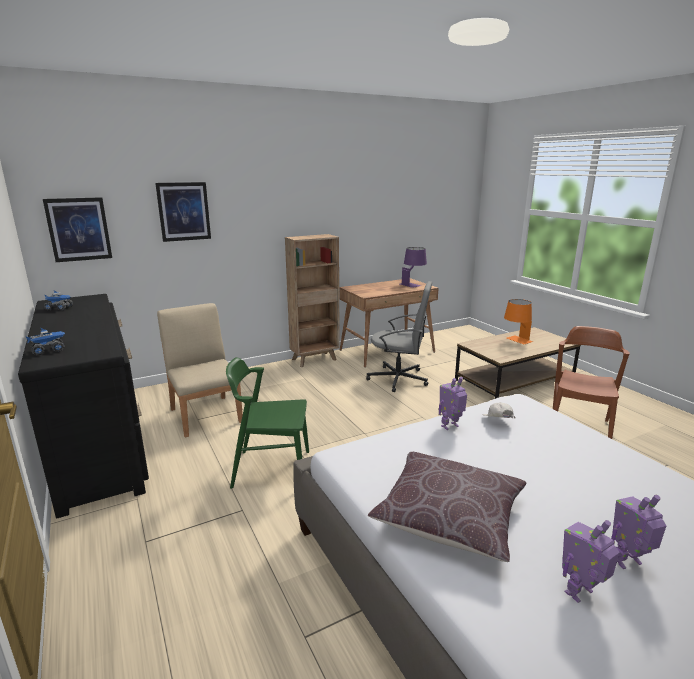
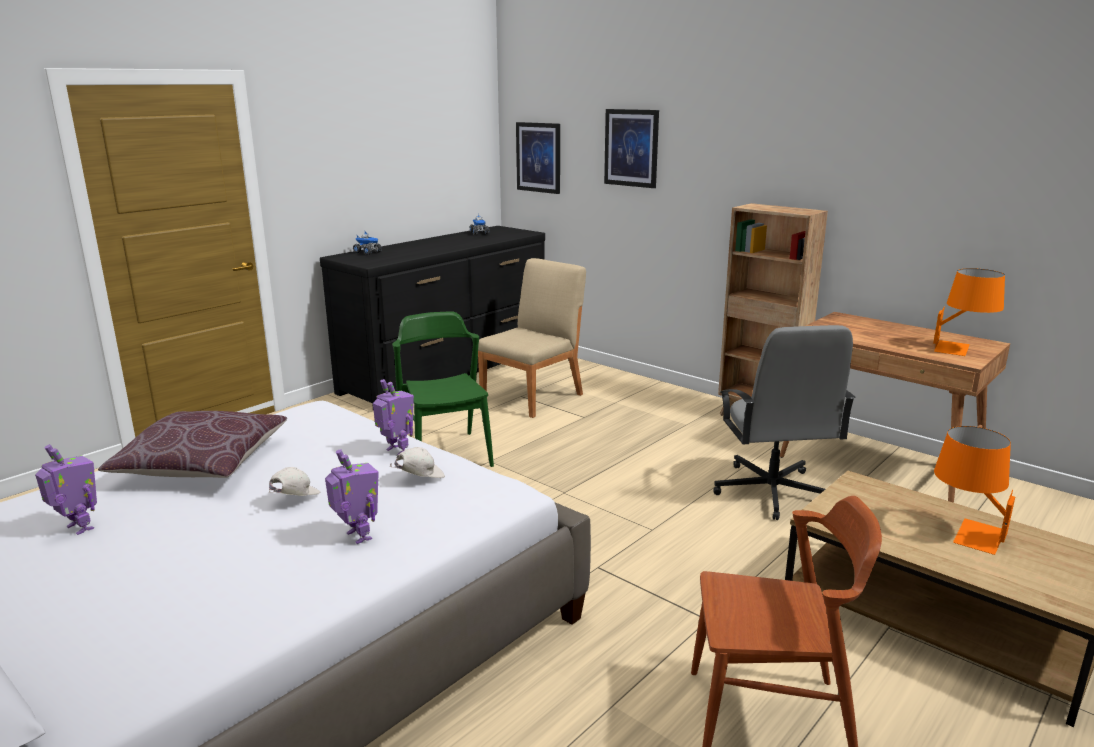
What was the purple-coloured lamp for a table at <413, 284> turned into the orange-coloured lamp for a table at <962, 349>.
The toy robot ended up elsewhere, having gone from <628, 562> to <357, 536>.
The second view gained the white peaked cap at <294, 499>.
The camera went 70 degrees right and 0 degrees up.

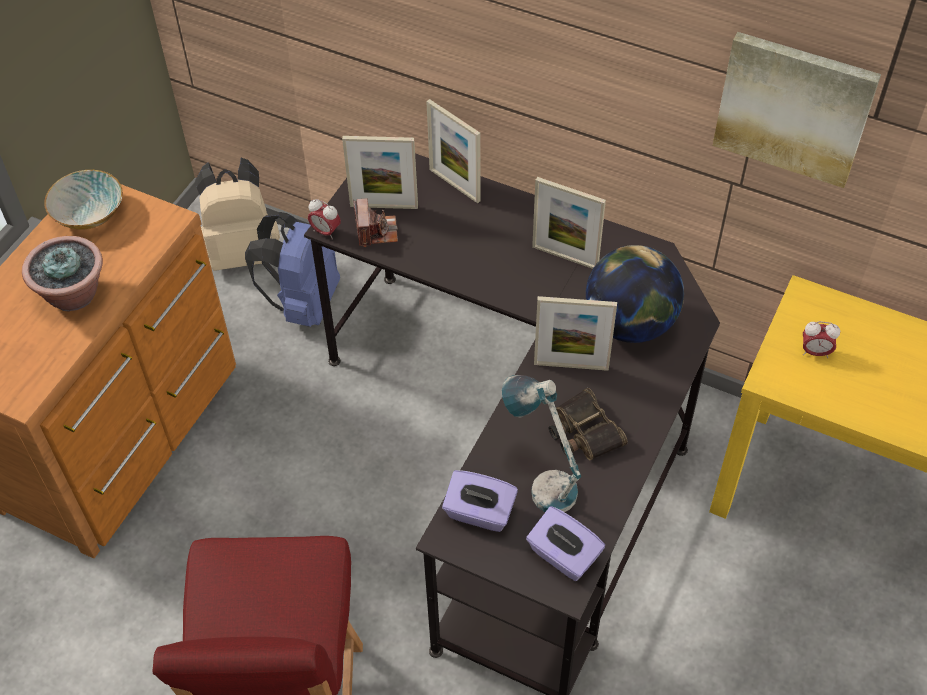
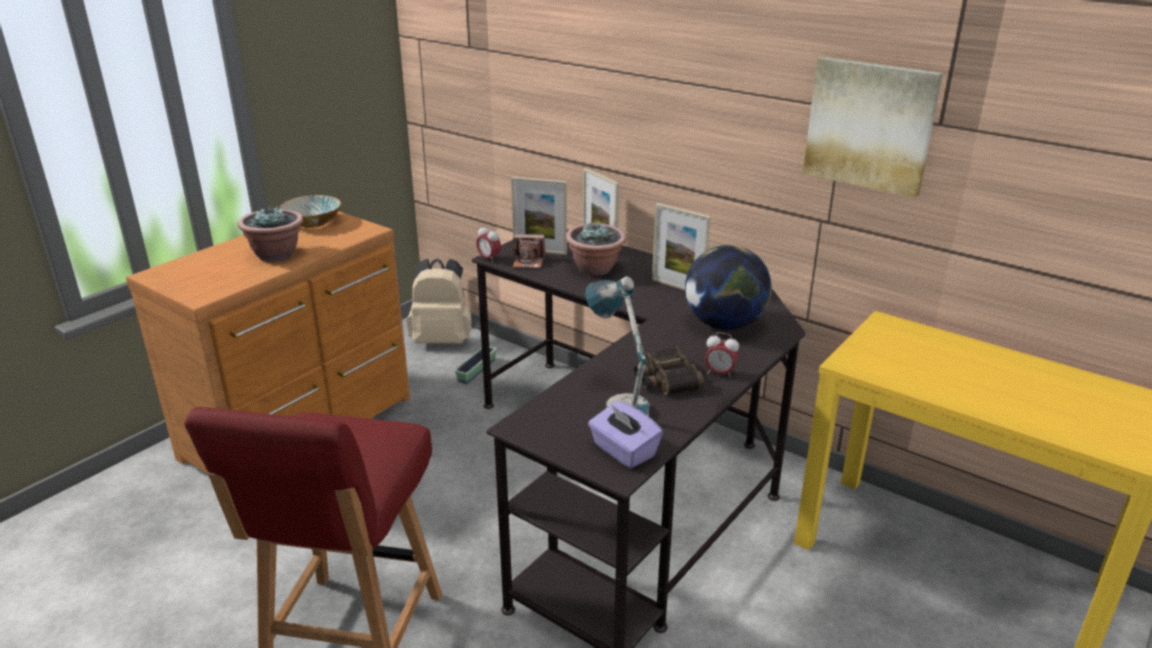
Where the blue-coloured rucksack stood at <302, 303>, the plant pot came to stand at <476, 371>.
The photo camera at <376, 231> ended up facing another way, 90 degrees clockwise from before.
The second view lost the purple-coloured tissue holder at <479, 513>.
The second view lost the standing frame at <571, 365>.
The alarm clock ended up elsewhere, having gone from <815, 352> to <719, 373>.
The second view gained the potted plant at <595, 269>.
The camera went 10 degrees right and 25 degrees down.

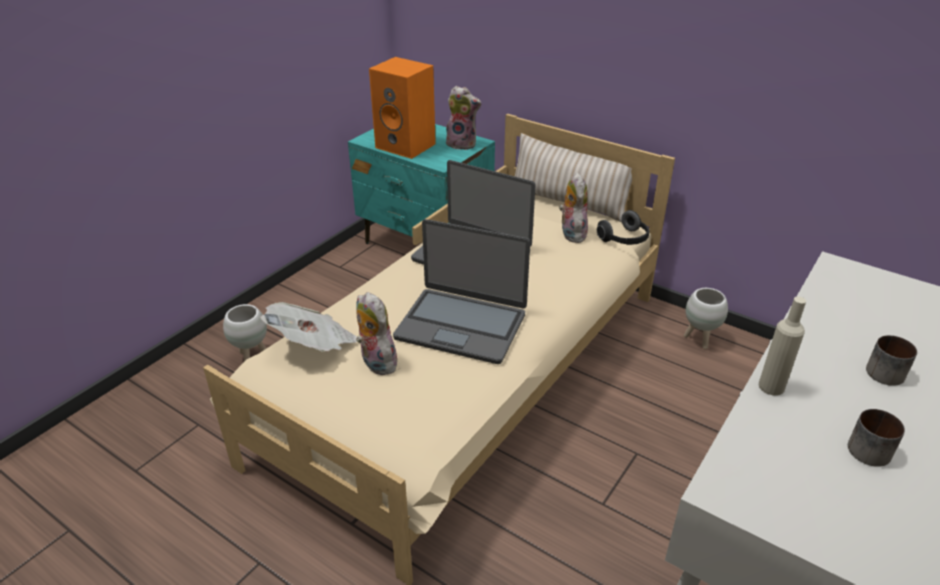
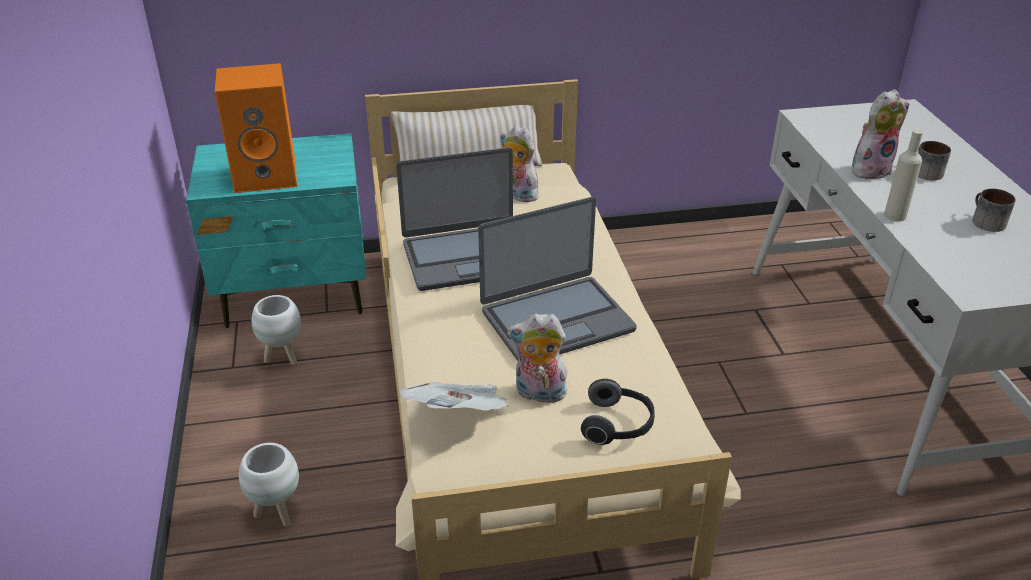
The soft toy ended up elsewhere, having gone from <462, 144> to <870, 169>.
The pair of headphones ended up elsewhere, having gone from <624, 240> to <618, 425>.
The white plant pot ended up elsewhere, having gone from <699, 340> to <283, 357>.
The camera went 45 degrees left and 0 degrees up.

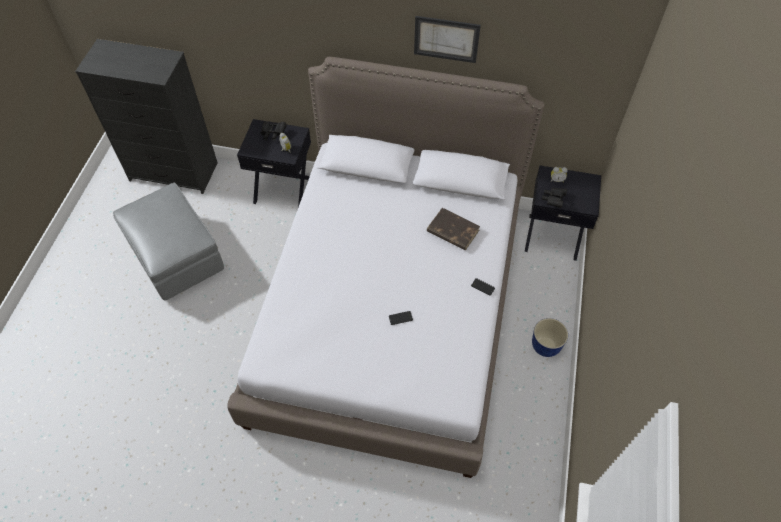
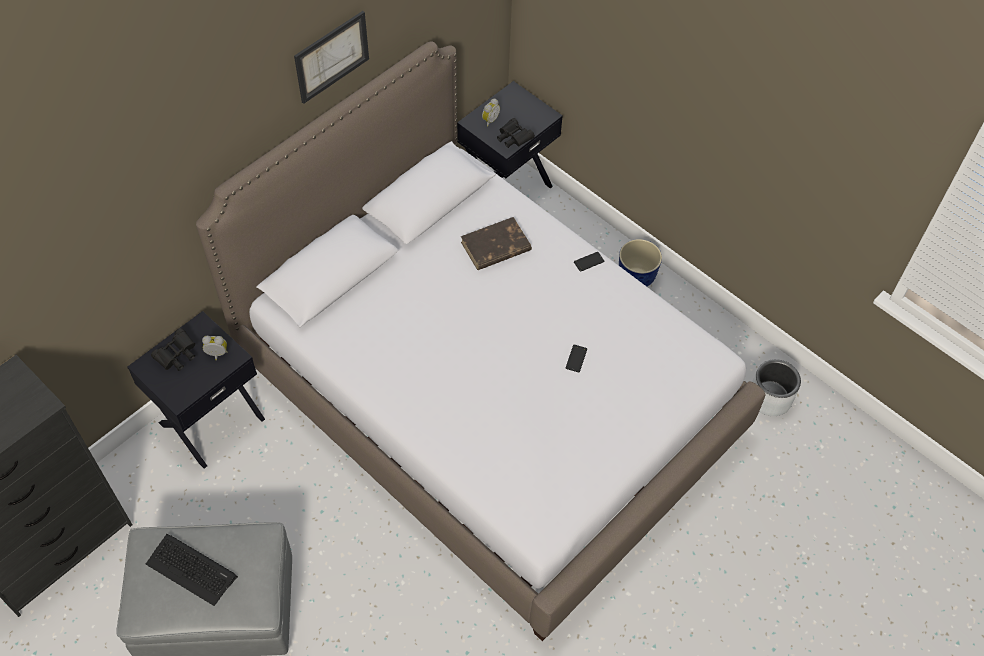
The second view gained the computer keyboard at <191, 569>.
The second view gained the greyish plant pot at <770, 398>.
The camera went 60 degrees left and 0 degrees up.

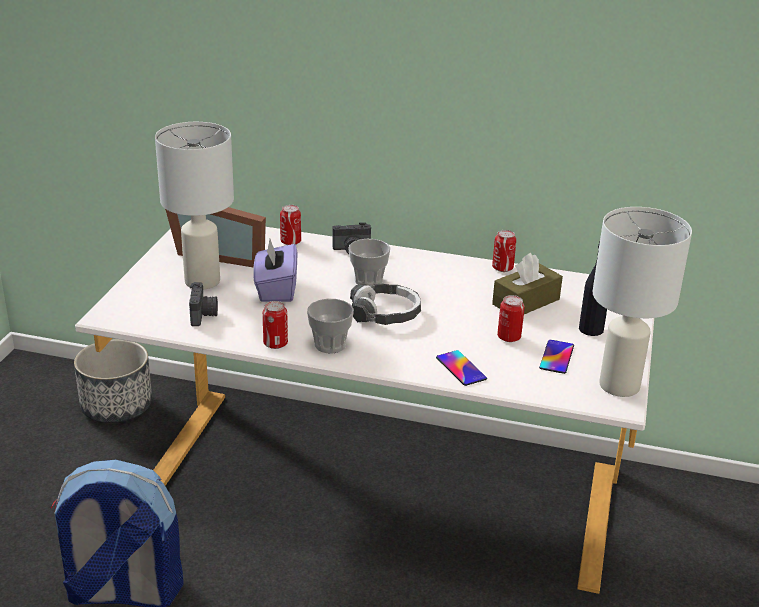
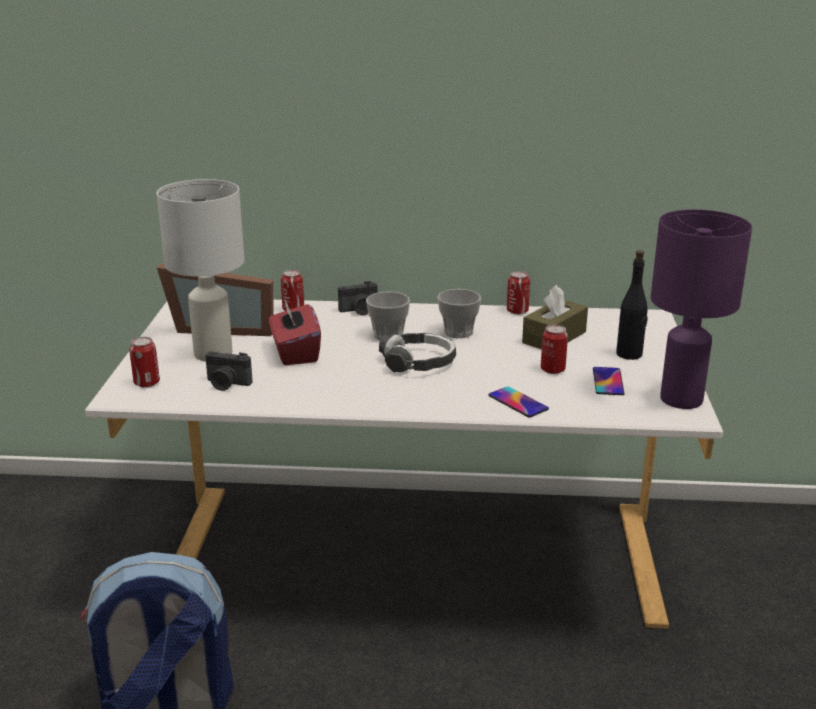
The second view lost the plant pot at <116, 406>.
The photo camera at <204, 315> ended up facing another way, 120 degrees clockwise from before.
What was the purple-coloured tissue holder at <276, 289> turned into the red tissue holder at <295, 353>.
The can ended up elsewhere, having gone from <275, 344> to <147, 383>.
The small cup ended up elsewhere, having gone from <330, 345> to <458, 332>.
What was the white lamp for a table at <618, 385> turned into the purple-coloured lamp for a table at <680, 399>.
The camera went 10 degrees left and 5 degrees down.

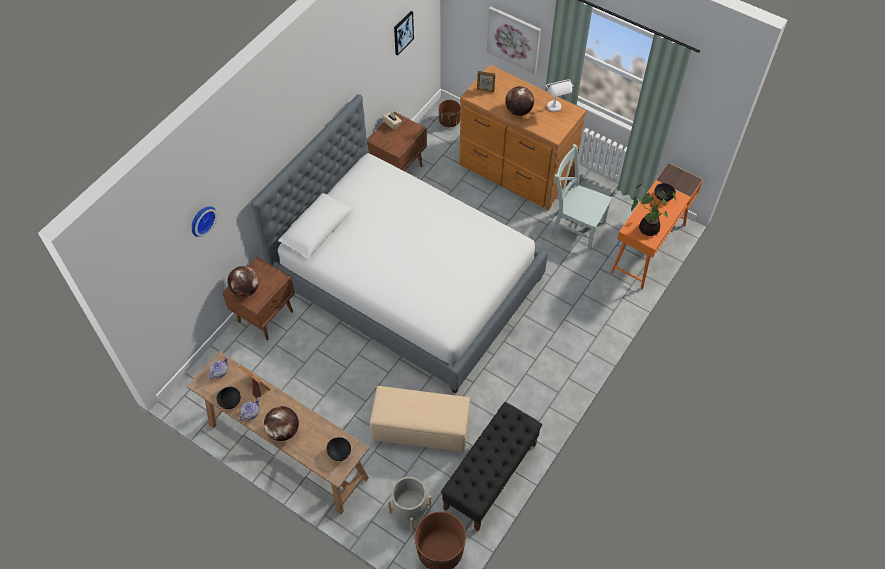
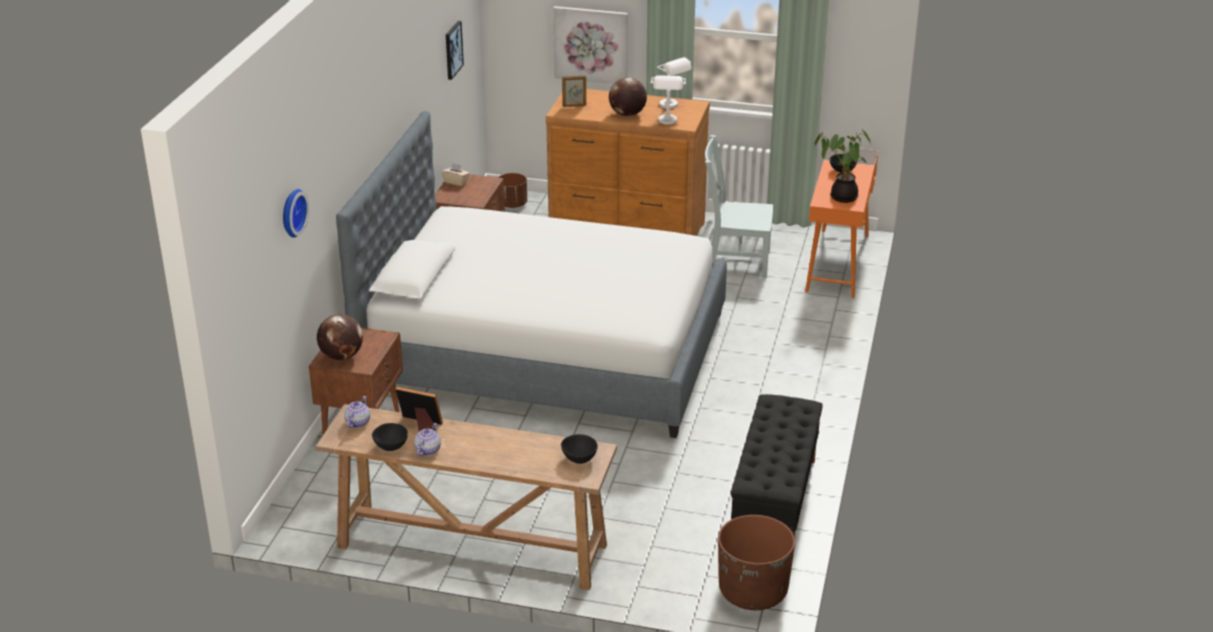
The second view lost the globe at <283, 431>.
The second view lost the beige ottoman at <420, 428>.
The second view lost the greyish plant pot at <410, 510>.
The second view gained the white lamp for a table at <668, 123>.
The camera went 20 degrees left and 25 degrees down.

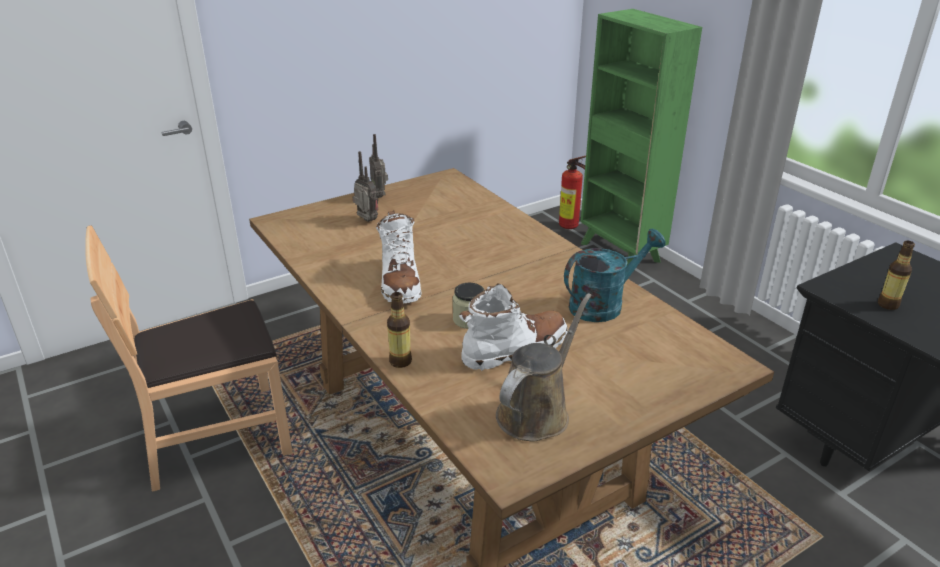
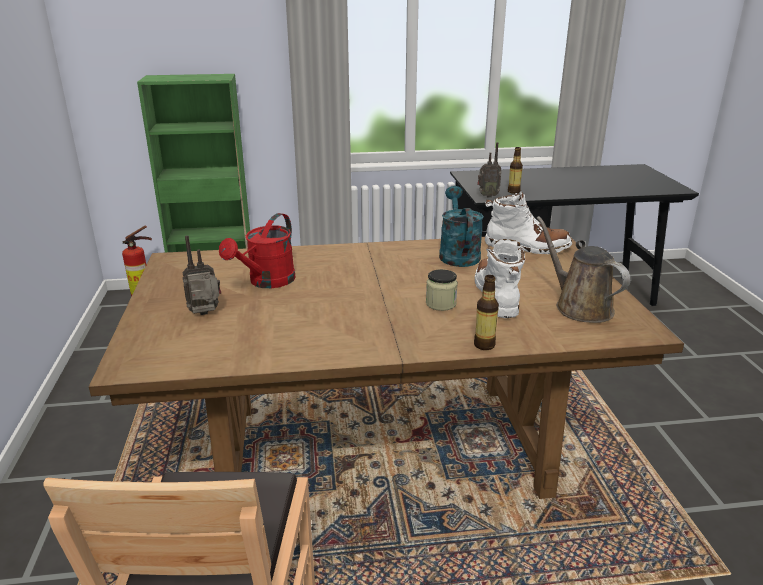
The radio receiver ended up elsewhere, having gone from <380, 195> to <487, 196>.
The white high-top boot ended up elsewhere, having gone from <400, 283> to <526, 247>.
The second view gained the red sprinkling can at <267, 282>.
The camera went 65 degrees left and 5 degrees down.

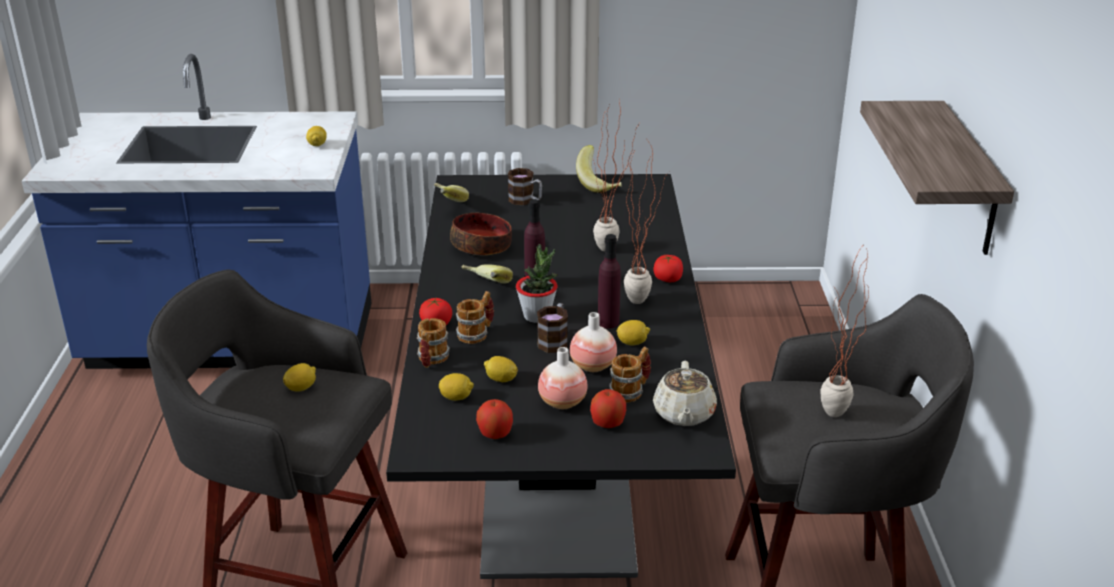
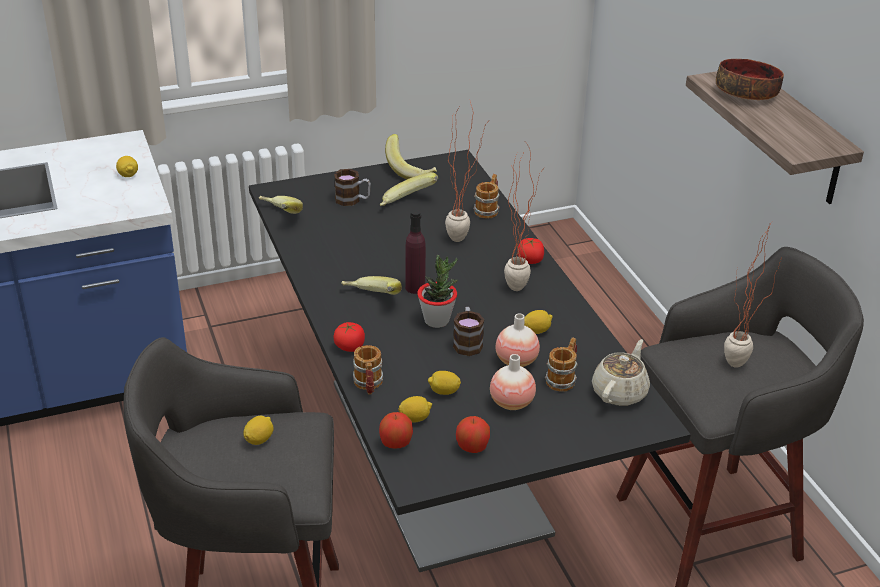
The deep dish ended up elsewhere, having gone from <482, 246> to <747, 92>.
The tea mug ended up elsewhere, having gone from <477, 333> to <488, 209>.
The apple fruit ended up elsewhere, having gone from <607, 424> to <395, 443>.
The second view lost the purple-coloured drink bottle at <608, 322>.
The beige teapot at <683, 414> ended up facing another way, 135 degrees counterclockwise from before.
The second view gained the whole banana at <407, 204>.
The camera went 20 degrees left and 5 degrees up.

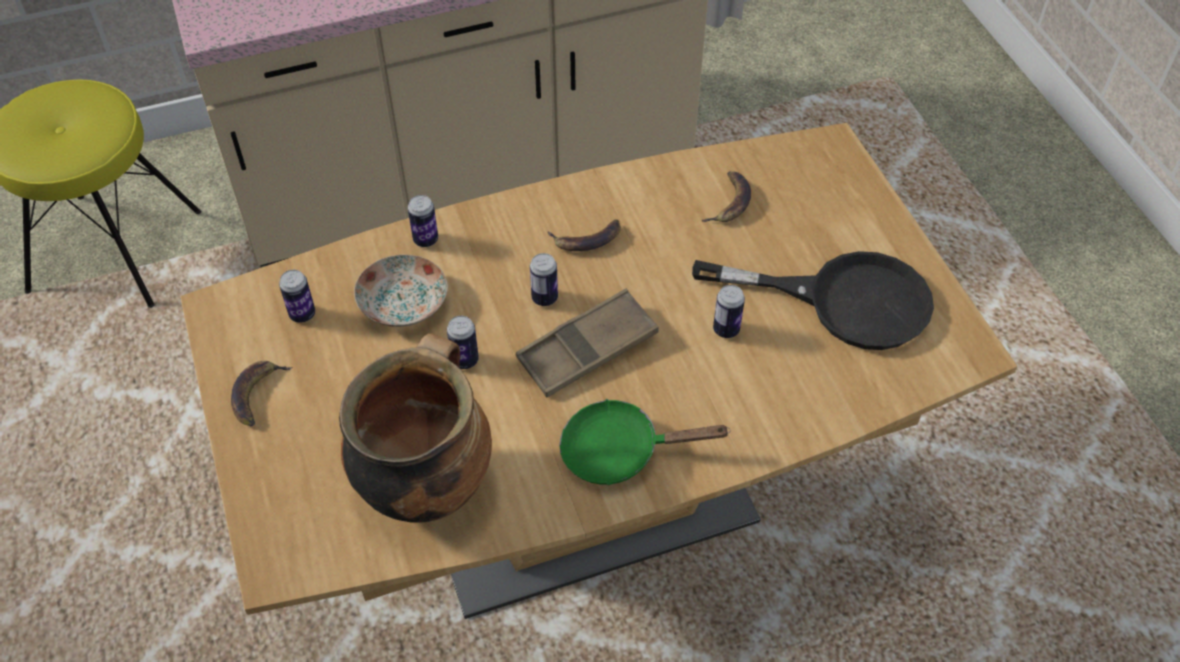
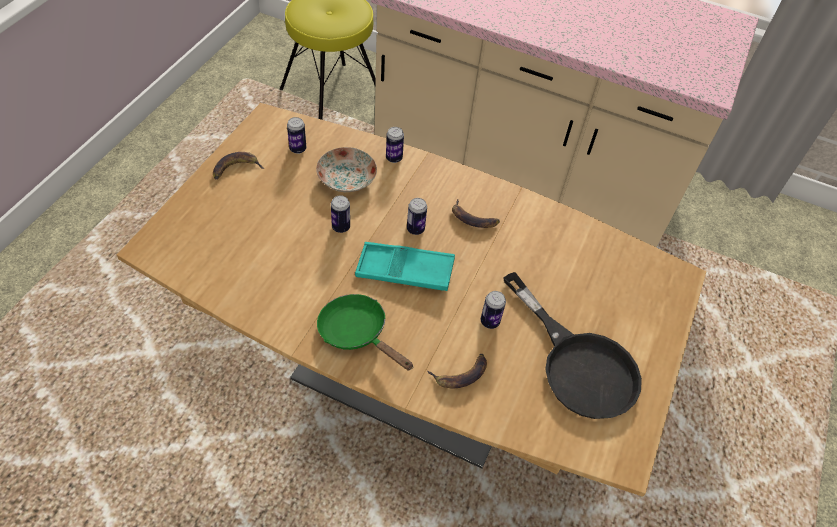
The second view lost the cooking pot at <425, 484>.
What was the brown tray at <587, 349> turned into the turquoise tray at <404, 271>.
The whole banana ended up elsewhere, having gone from <729, 201> to <461, 374>.
The camera went 40 degrees right and 0 degrees up.

